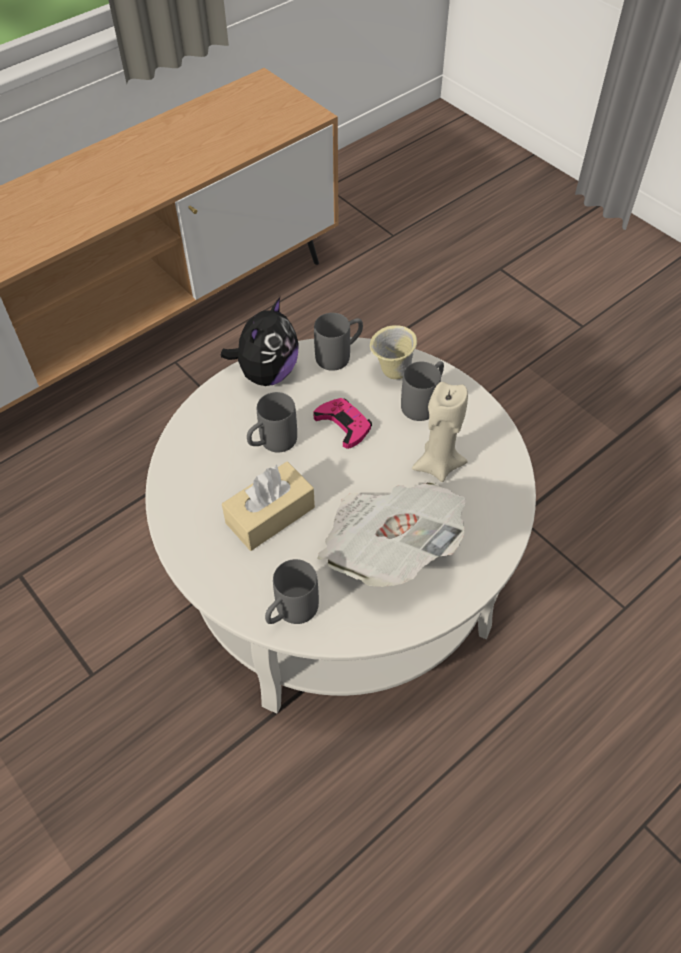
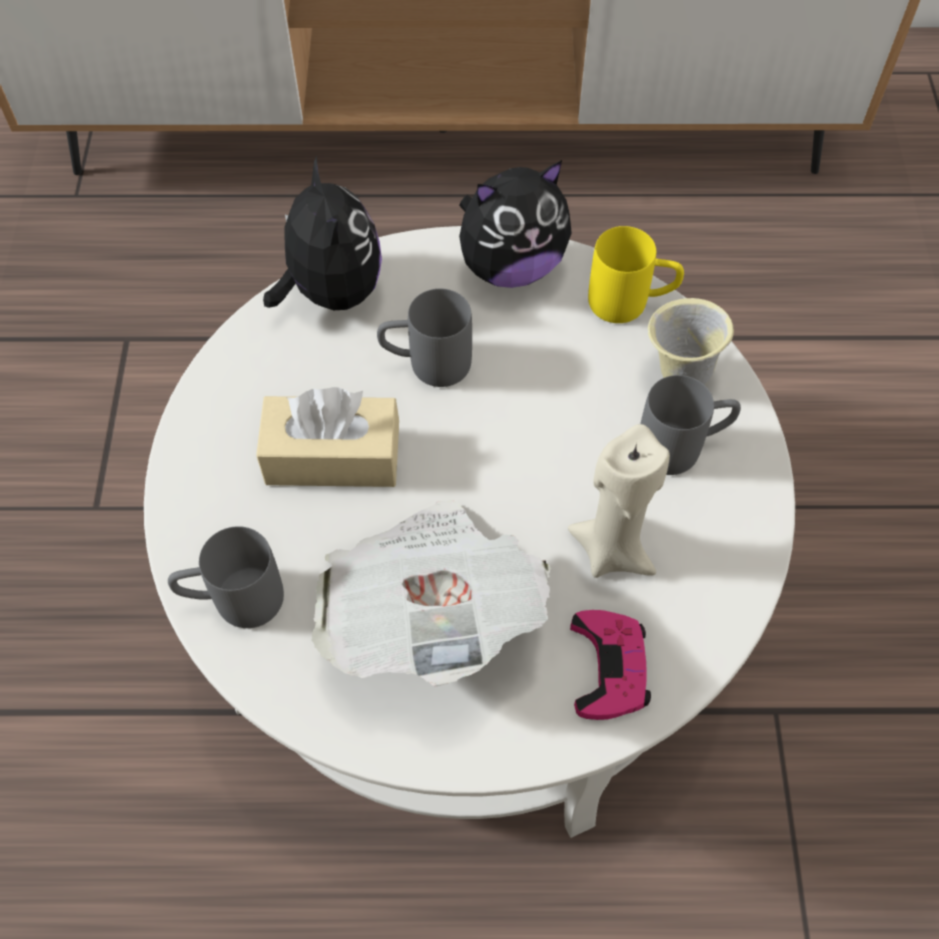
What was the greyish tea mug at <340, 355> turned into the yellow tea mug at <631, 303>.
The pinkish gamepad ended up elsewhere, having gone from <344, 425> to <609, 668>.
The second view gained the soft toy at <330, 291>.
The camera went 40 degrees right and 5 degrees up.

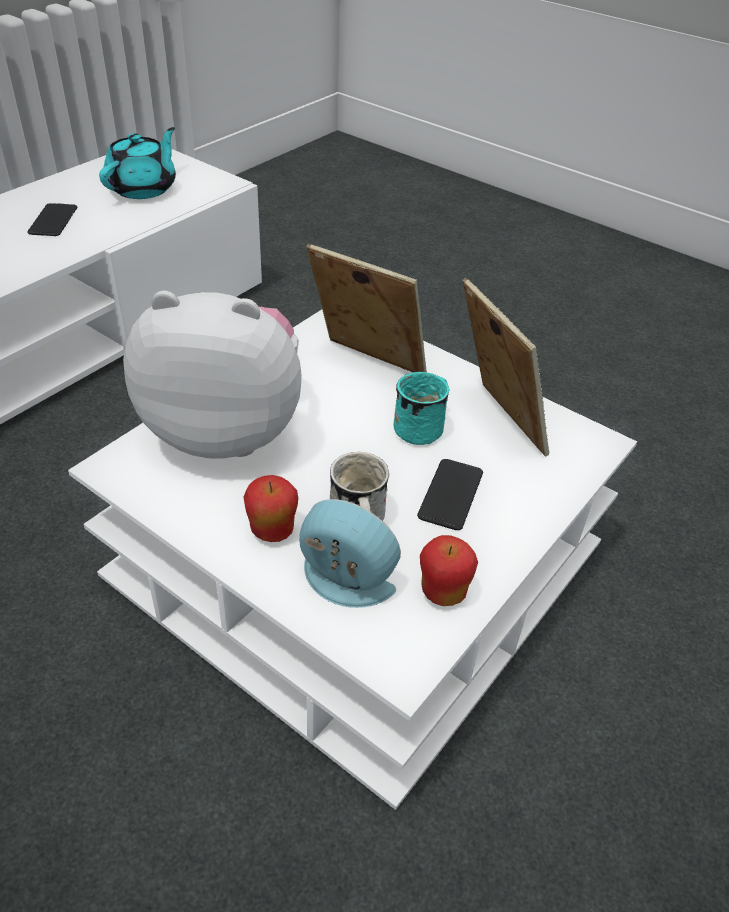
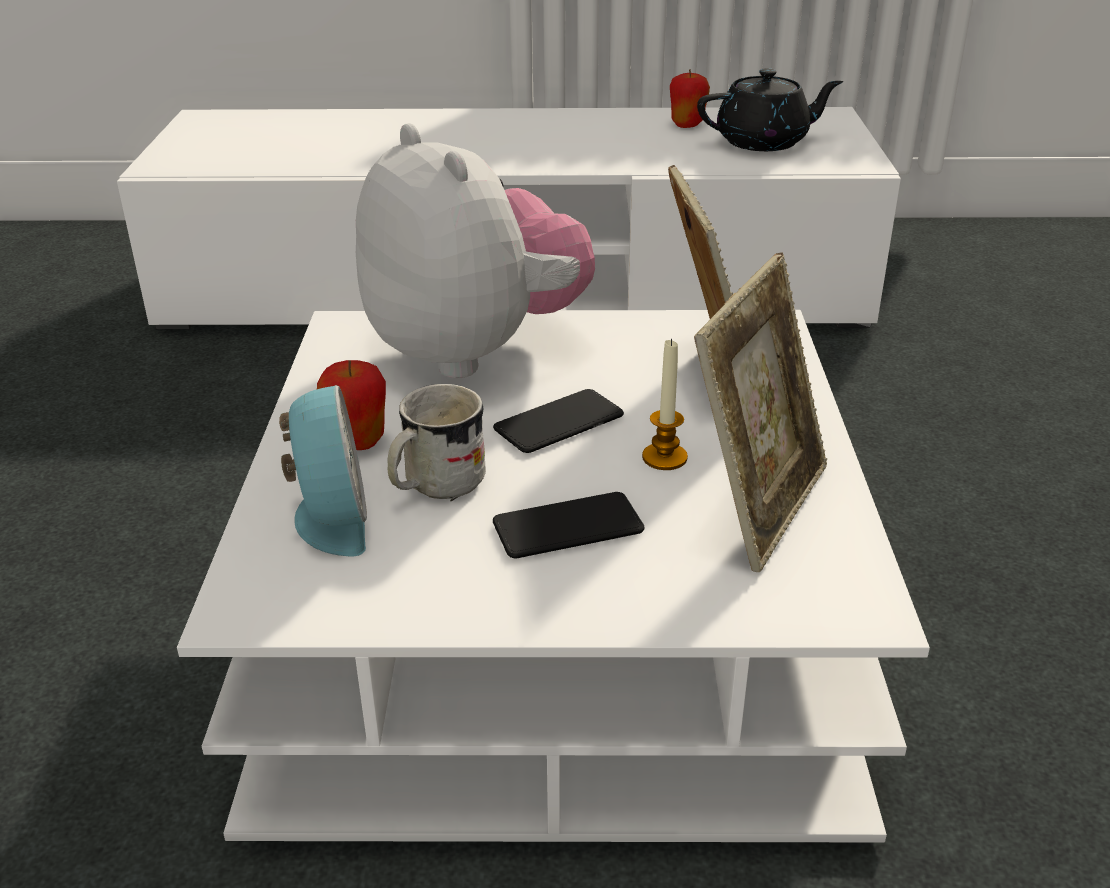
The phone ended up elsewhere, having gone from <53, 221> to <559, 423>.
What was the turquoise teapot at <143, 188> turned into the blackish teapot at <764, 142>.
Where the turquoise tea mug stood at <423, 426>, the wax candle came to stand at <664, 457>.
The apple fruit ended up elsewhere, having gone from <442, 593> to <687, 124>.
The camera went 55 degrees right and 10 degrees down.

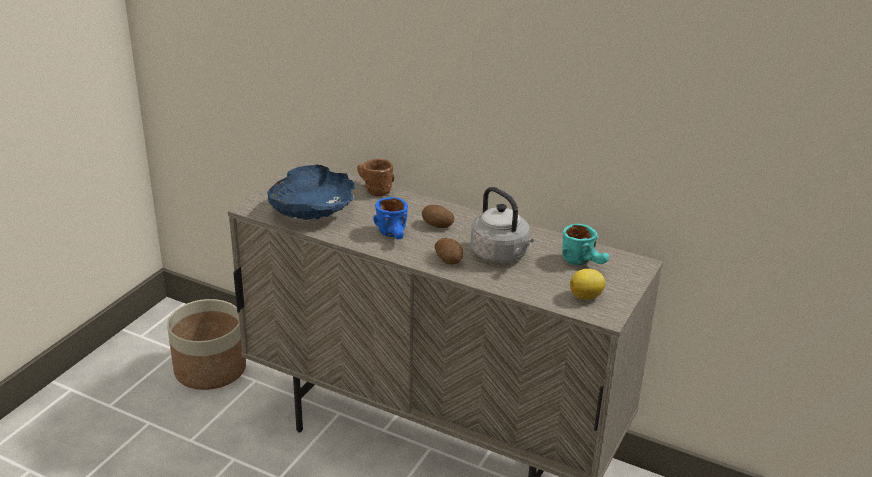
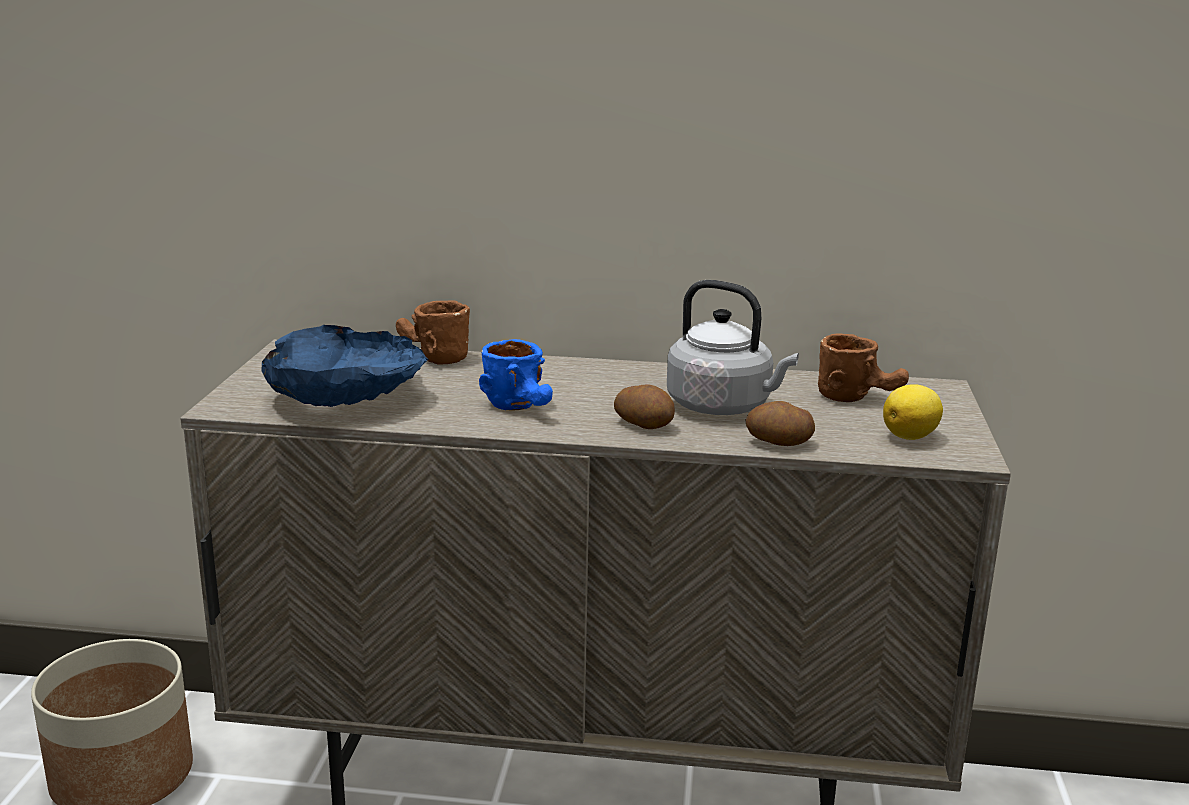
The potato ended up elsewhere, having gone from <437, 225> to <779, 443>.
What was the turquoise tea mug at <585, 262> turned into the brown tea mug at <860, 396>.
The camera went 20 degrees left and 10 degrees down.

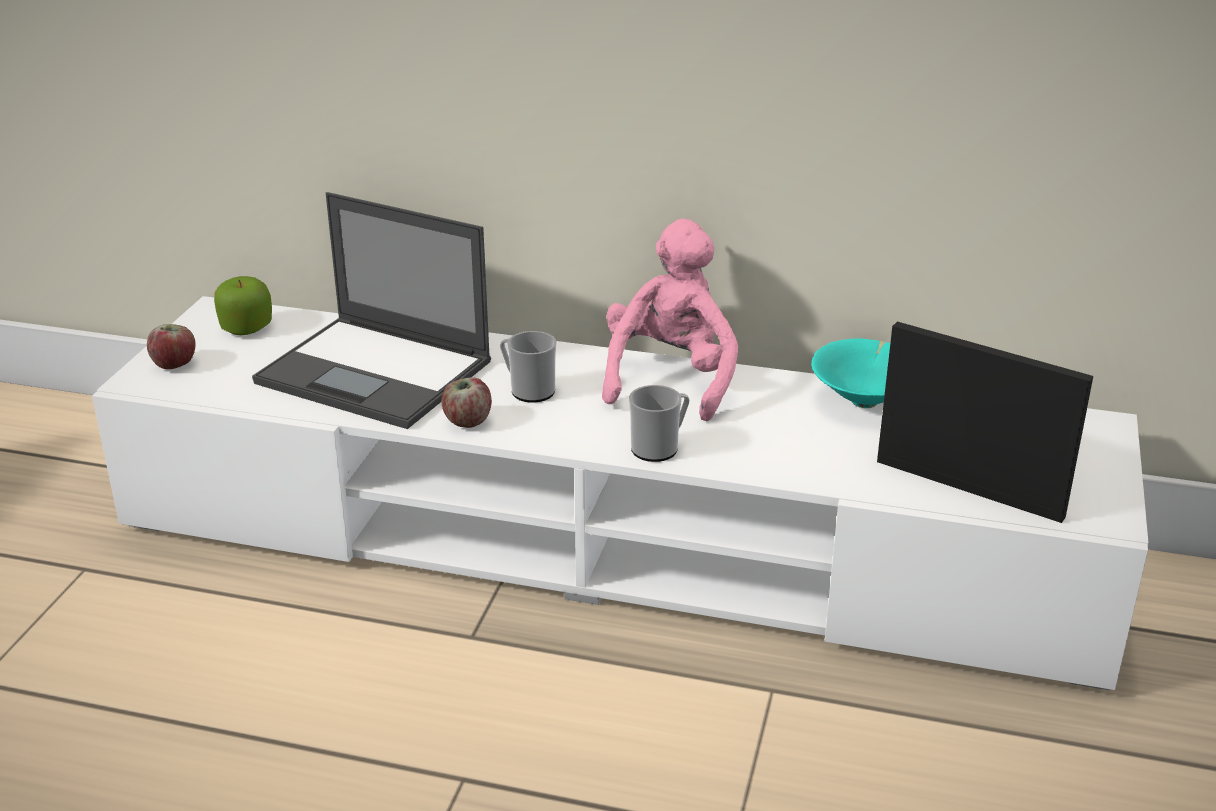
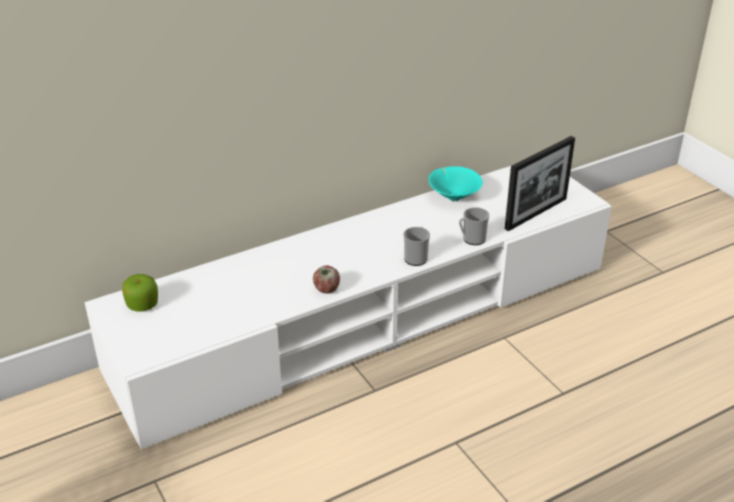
The second view lost the apple fruit at <175, 364>.
The second view lost the notebook computer at <377, 373>.
The tea mug ended up elsewhere, having gone from <528, 390> to <471, 239>.
The second view lost the pinkish soft toy at <670, 379>.
The standing frame at <968, 489> ended up facing another way, 150 degrees clockwise from before.
The camera went 45 degrees left and 5 degrees up.

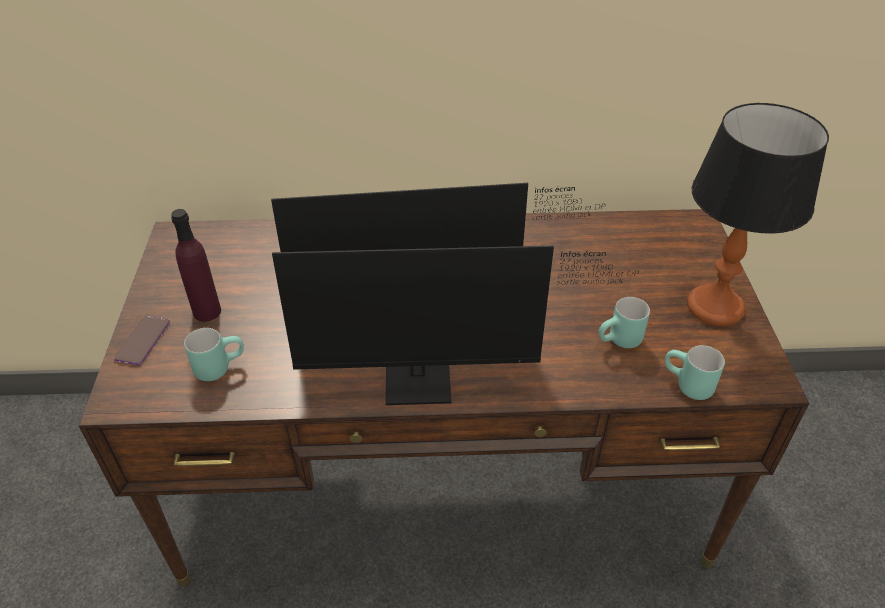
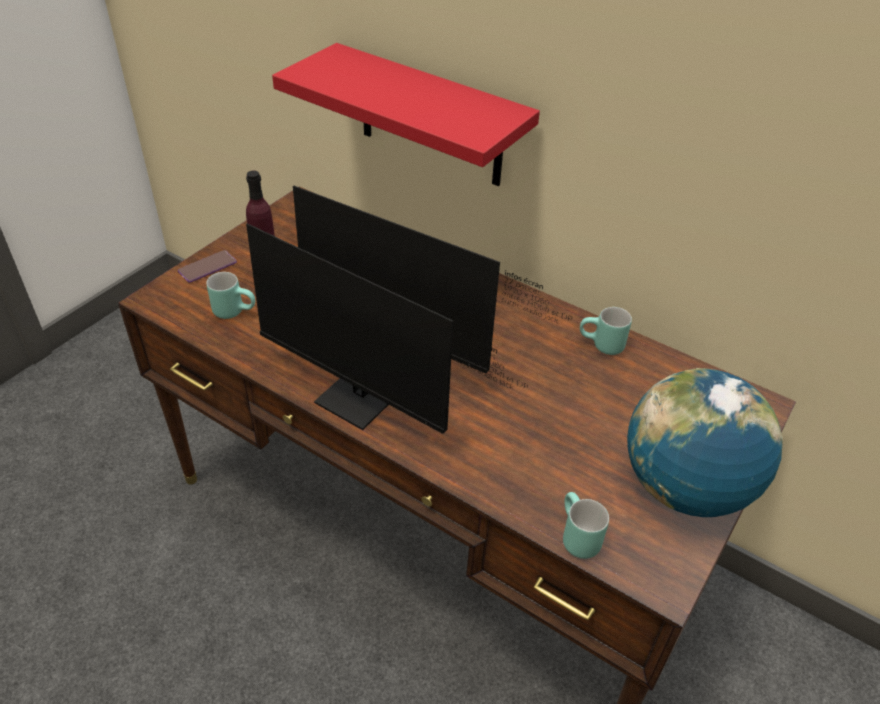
The turquoise tea mug ended up elsewhere, having gone from <620, 342> to <601, 346>.
Where the lamp for a table stood at <714, 307>, the globe came to stand at <684, 487>.
The second view gained the red wall shelf at <431, 117>.
The camera went 35 degrees right and 0 degrees up.

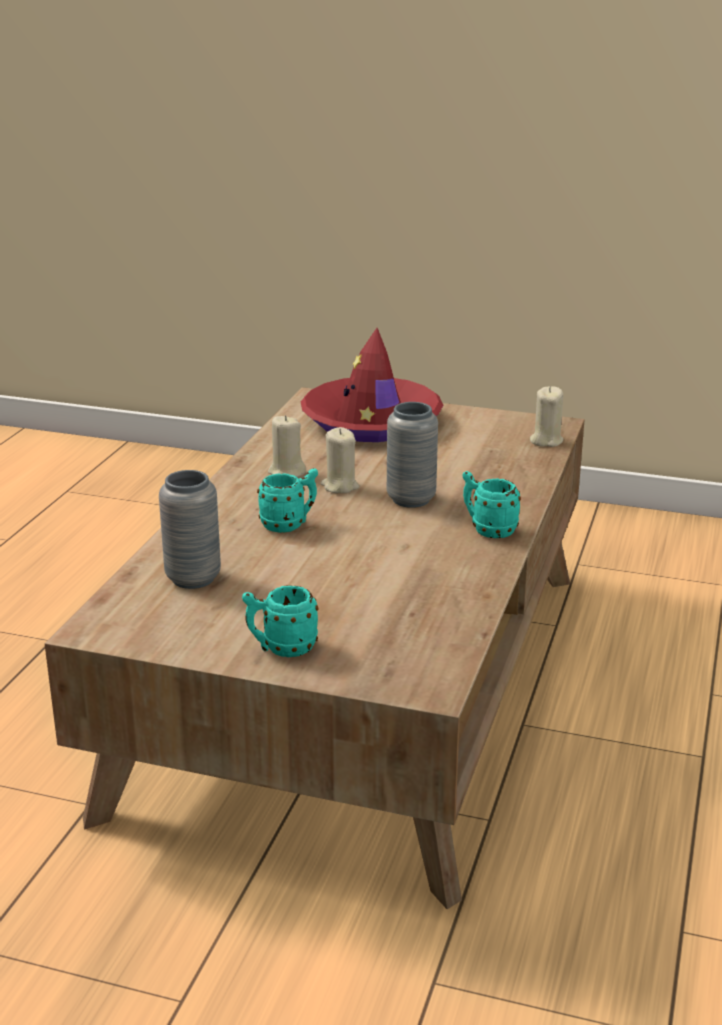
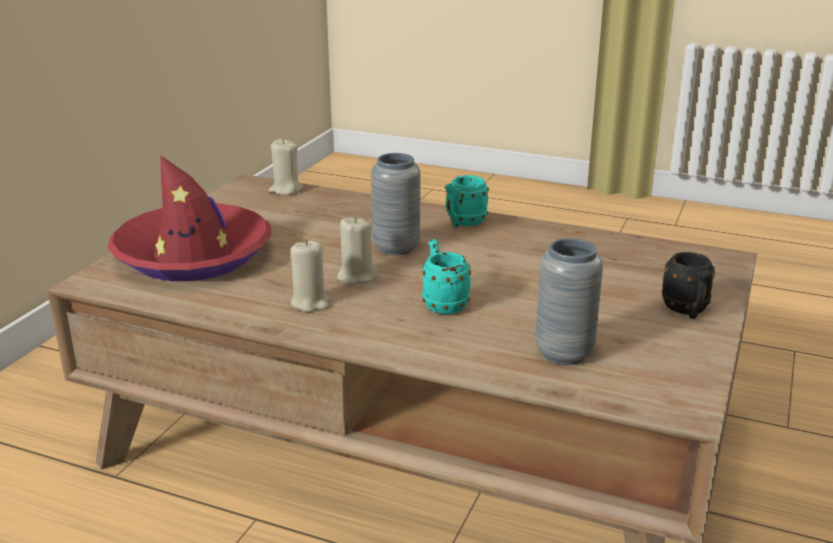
What was the turquoise tea mug at <281, 648> turned into the blackish tea mug at <687, 311>.
The camera went 85 degrees left and 0 degrees up.

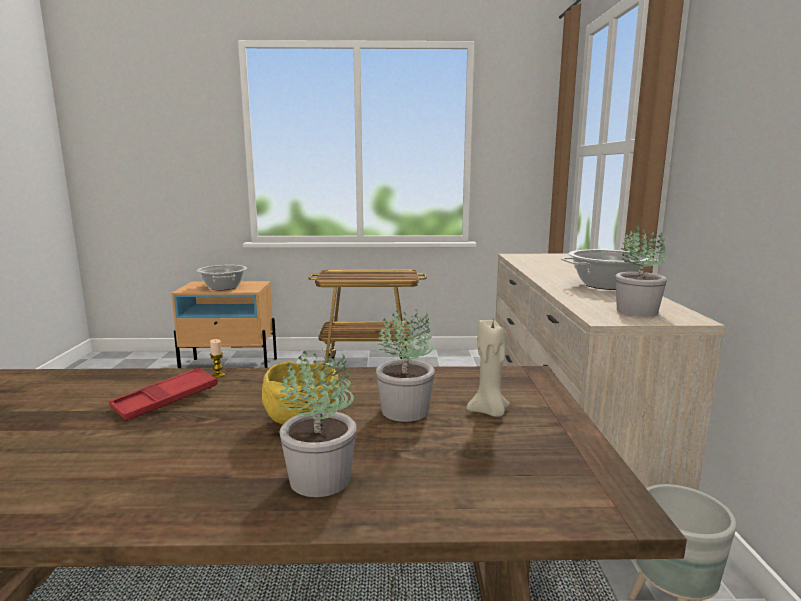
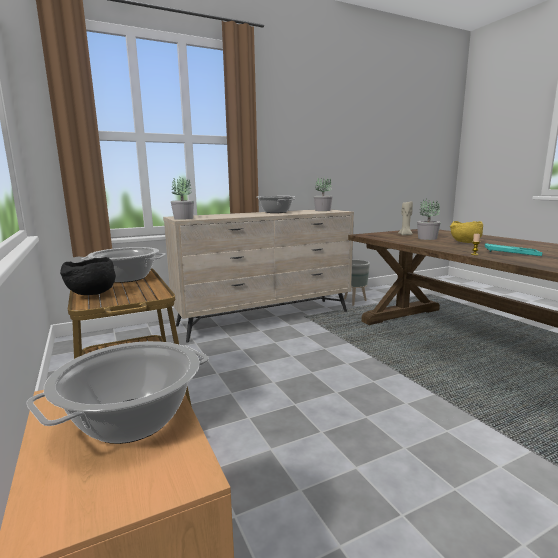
What was the red tray at <166, 400> turned into the turquoise tray at <511, 253>.
The potted plant ended up elsewhere, having gone from <321, 478> to <183, 218>.
The second view gained the blackish deep dish at <91, 294>.
The second view gained the cooking pot at <127, 278>.
The camera went 115 degrees left and 0 degrees up.

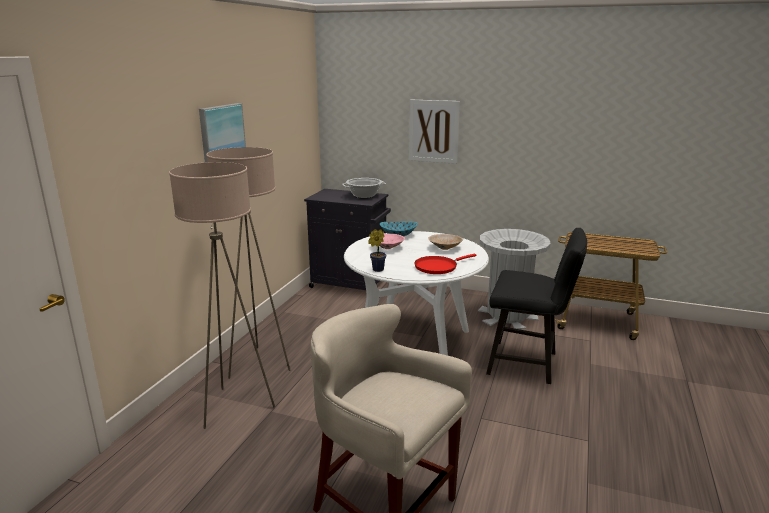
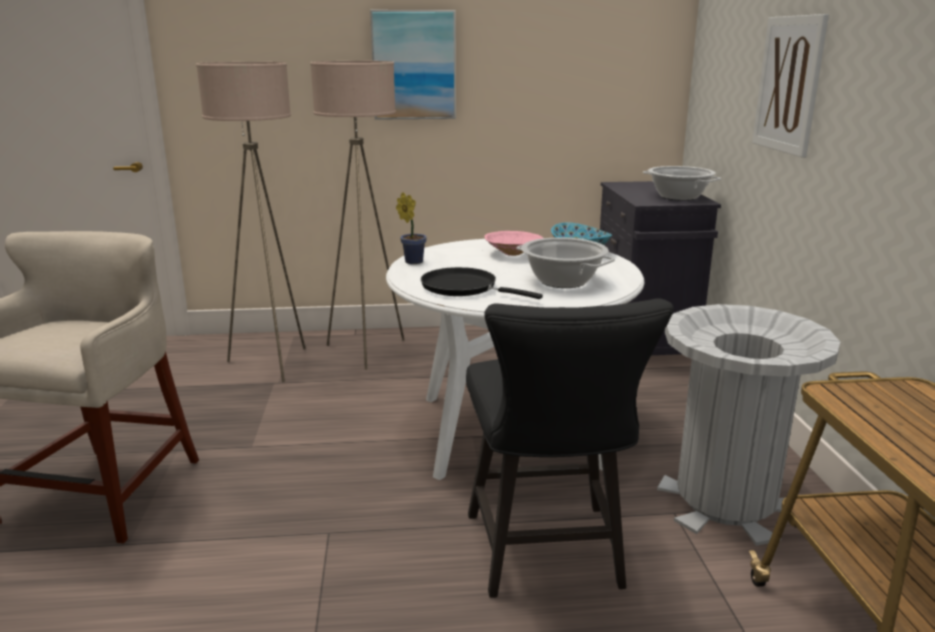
What was the red frying pan at <438, 267> turned into the blackish frying pan at <464, 288>.
Where the beige deep dish stood at <445, 248>, the cooking pot came to stand at <563, 281>.
The camera went 65 degrees right and 0 degrees up.

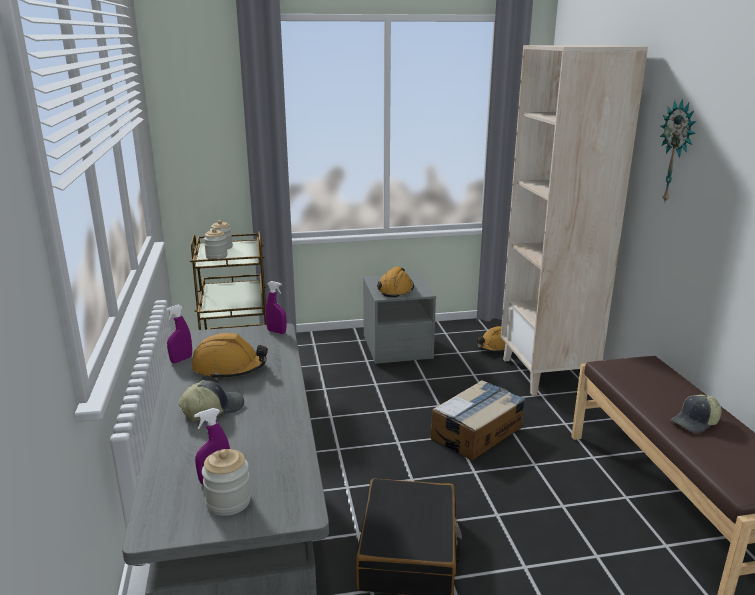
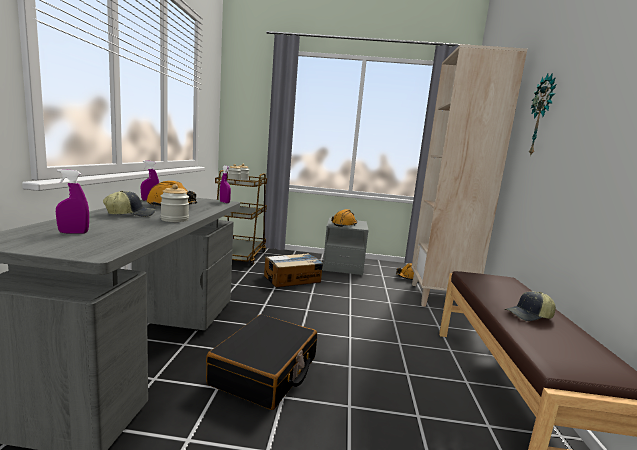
The storage jar ended up elsewhere, having gone from <228, 501> to <174, 219>.
The carton ended up elsewhere, having gone from <477, 432> to <293, 279>.
The camera went 15 degrees right and 10 degrees down.

